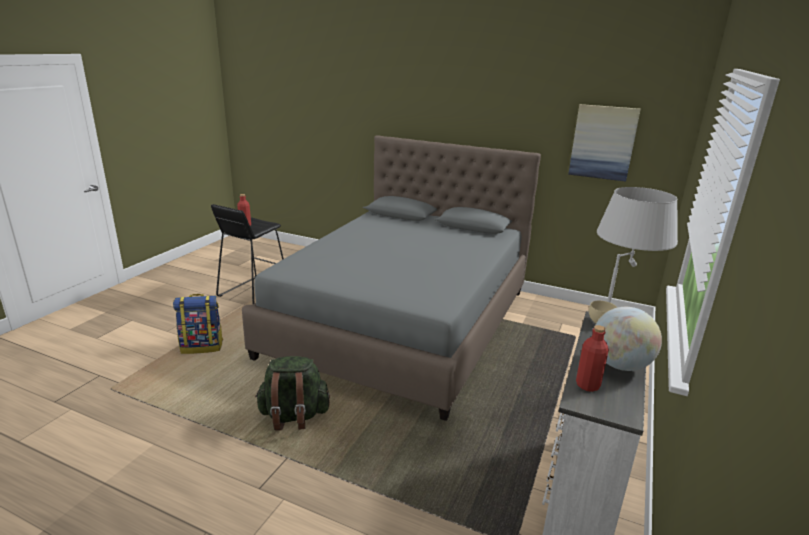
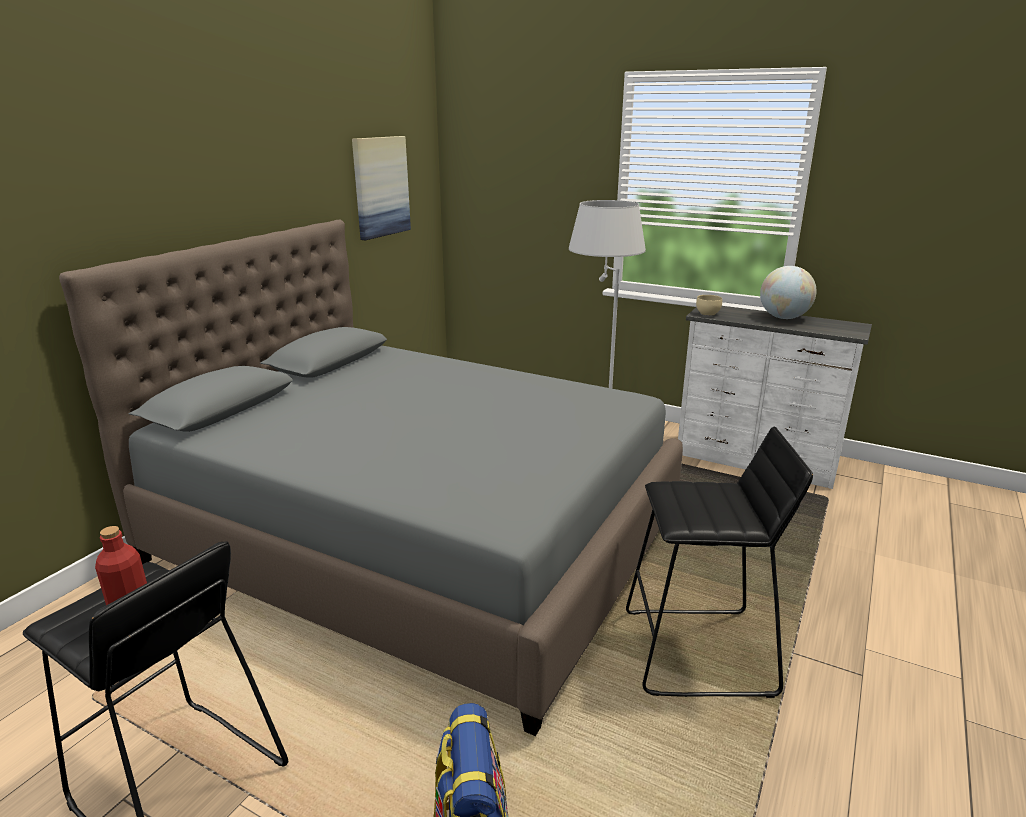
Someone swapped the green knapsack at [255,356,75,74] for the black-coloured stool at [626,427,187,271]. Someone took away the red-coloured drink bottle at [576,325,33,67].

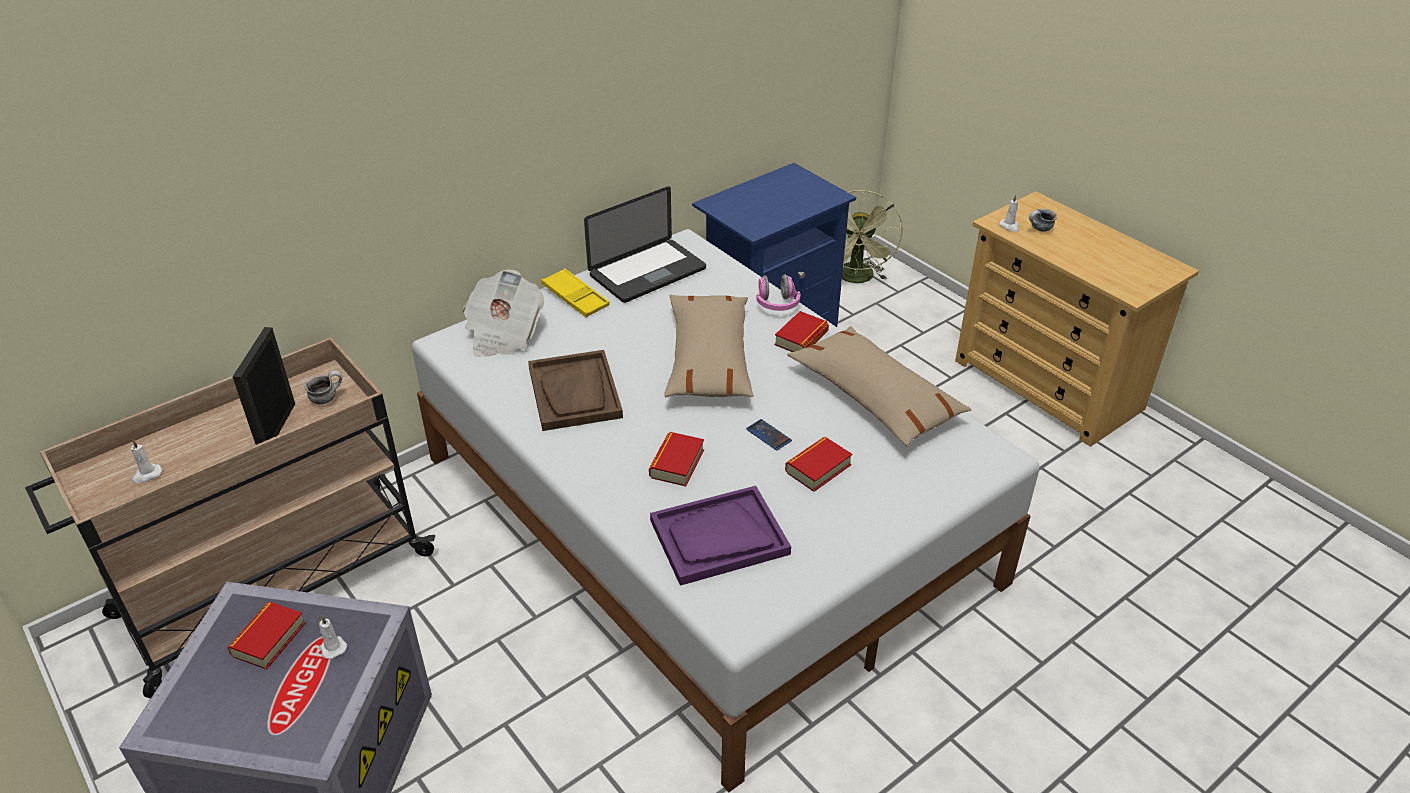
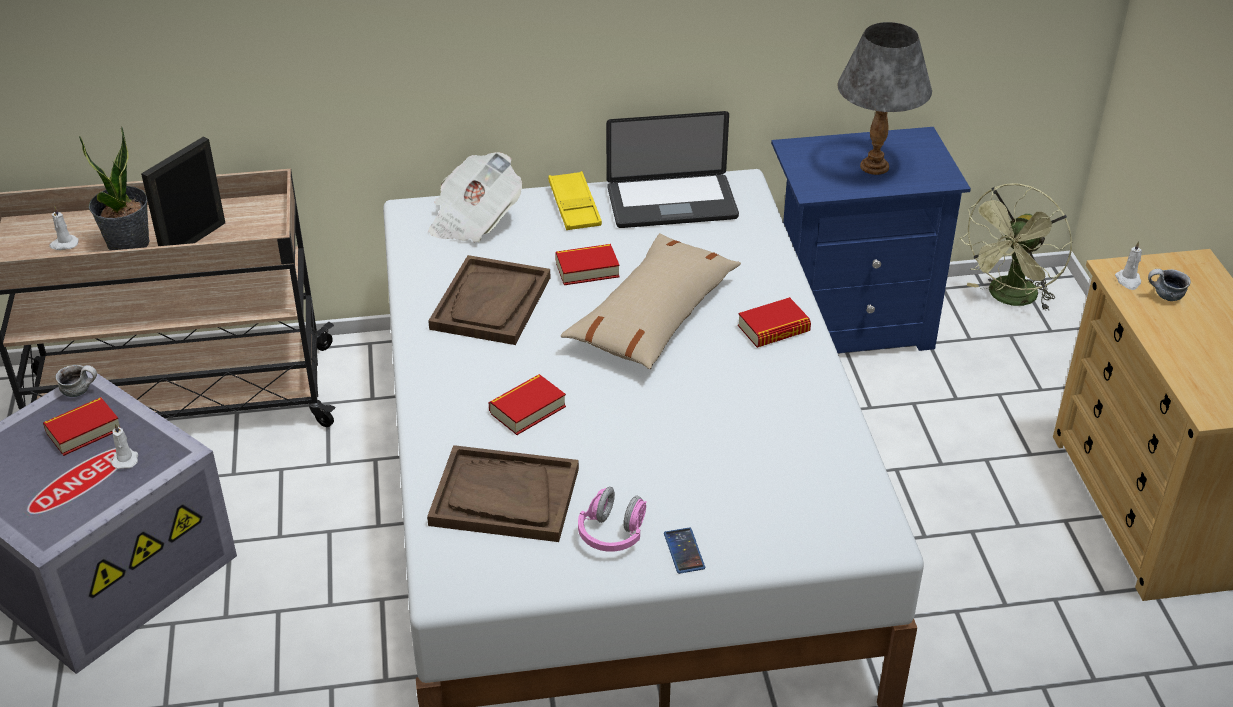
Someone carried the coffee mug from [304,371,38,33] to [56,365,41,32]. Someone repainted the purplish carrying tray at [650,486,141,100], which became the brown-coloured carrying tray at [427,445,152,97]. Someone carried the handset from [746,419,46,31] to [664,527,41,47]. Someone carried the pink-coloured headphones from [756,274,45,37] to [578,487,68,65]. Someone carried the bound book from [785,437,67,55] to [555,244,64,41]. Someone took away the beige-coloured pillow at [787,326,185,121]. Someone put down the potted plant at [79,126,71,125]. Someone put down the gray tabletop lamp at [837,22,95,153].

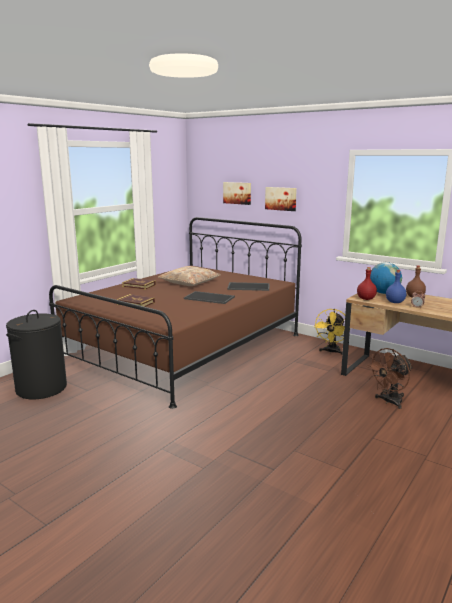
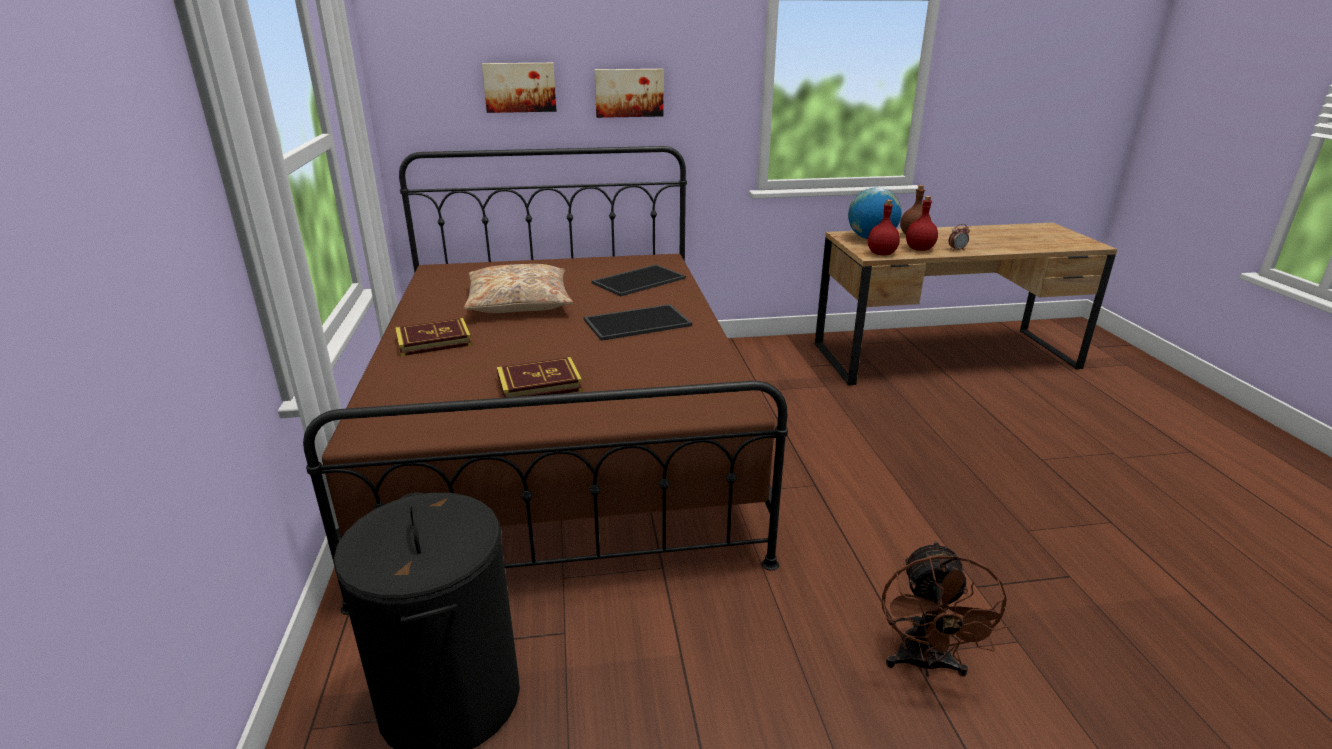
Someone took away the yellow fan at [314,309,31,46]. Someone carried the brown-coloured fan from [366,348,47,61] to [882,541,130,135]. Someone repainted the blue-coloured drink bottle at [386,270,20,33], which became the red-coloured drink bottle at [906,196,32,55].

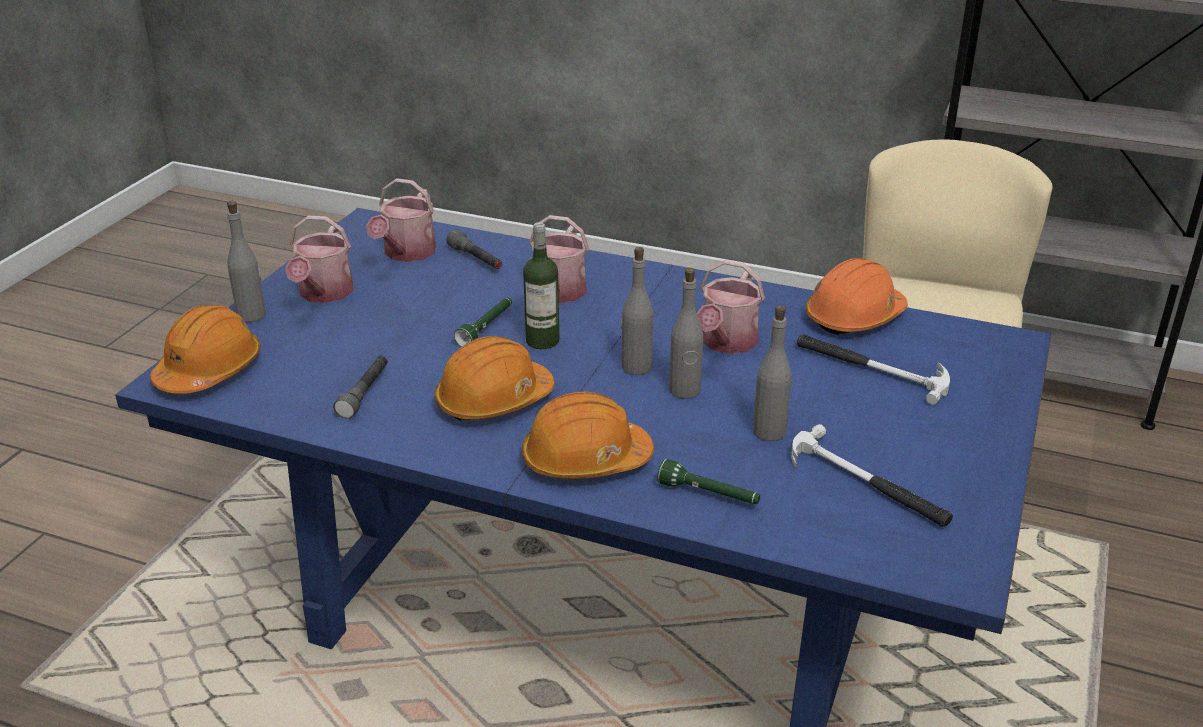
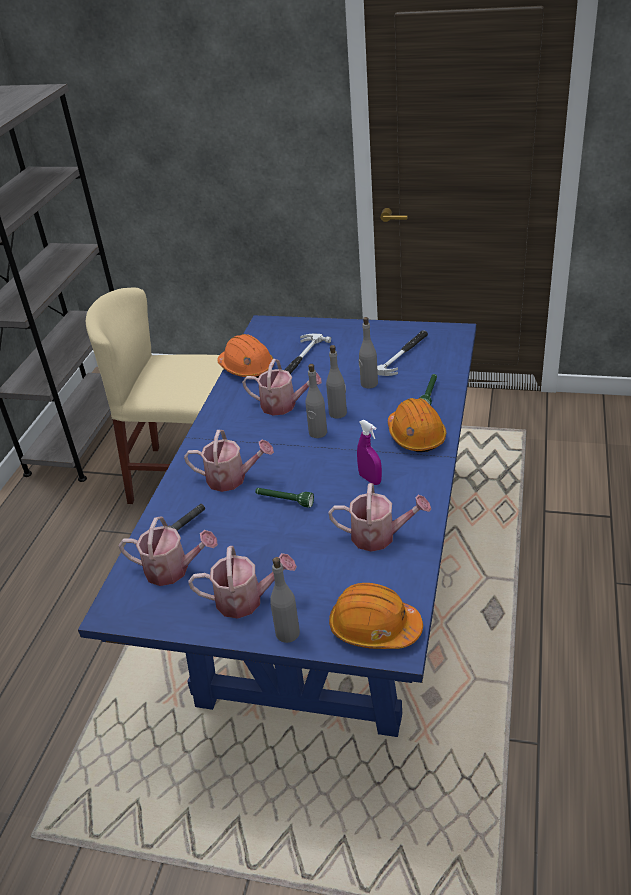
Someone swapped the gray torch at [333,356,55,63] for the sprinkling can at [329,483,102,69]. Someone swapped the orange hard hat at [434,336,121,85] for the purplish sprayer at [357,420,25,65]. Someone took away the drink bottle at [523,222,37,127].

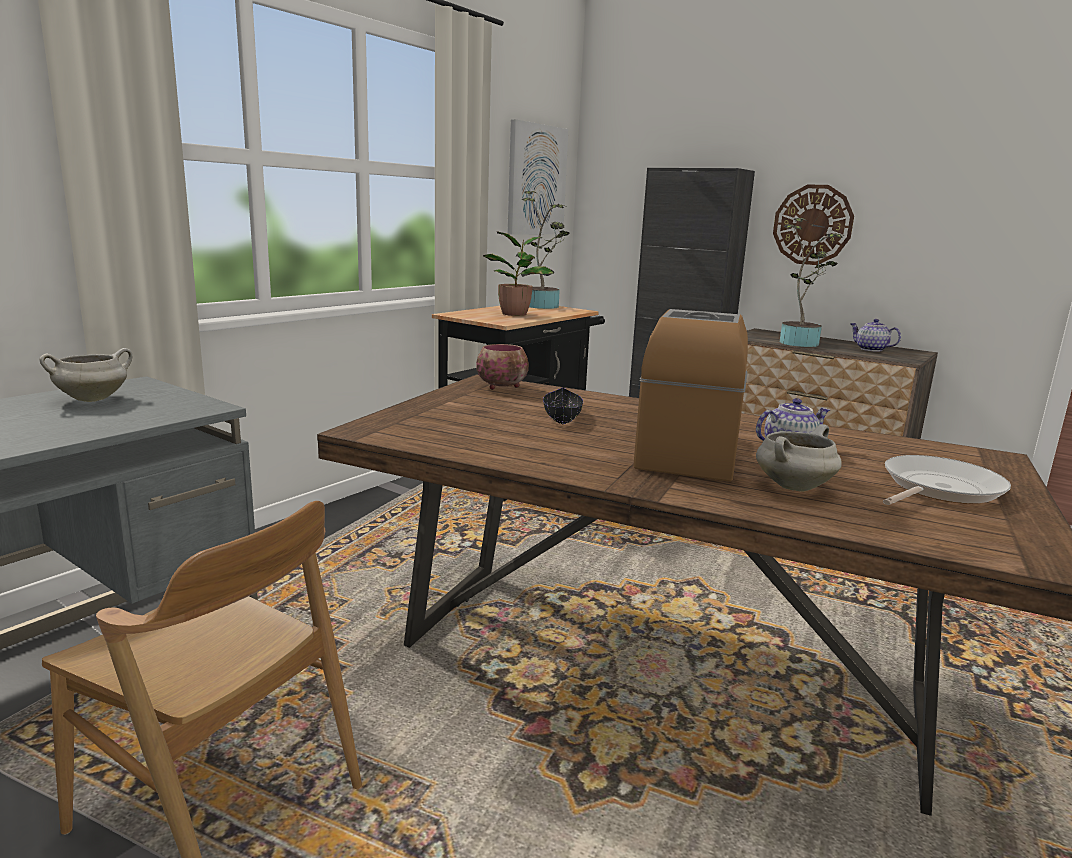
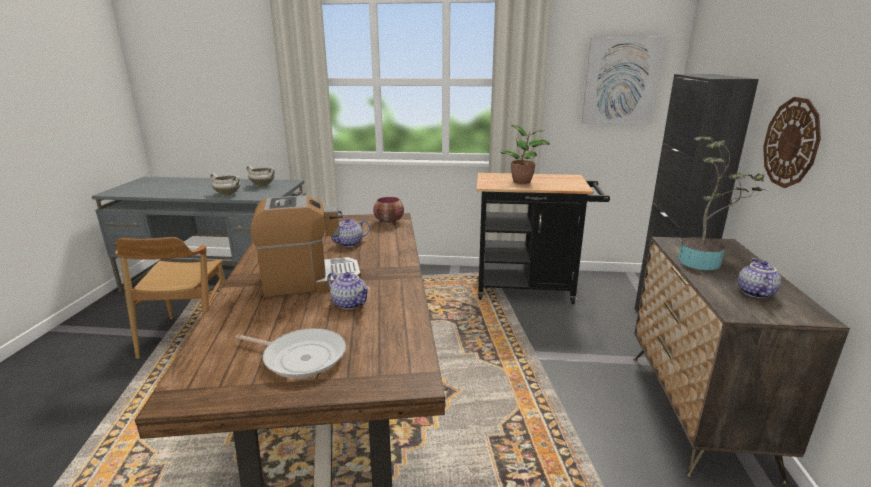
Someone took away the potted plant at [522,191,48,118]. Someone swapped the black-coloured bowl at [543,387,40,38] for the pot for tea at [331,218,39,29]. Someone carried the white cooking pot from [756,424,86,68] to [210,173,31,22].

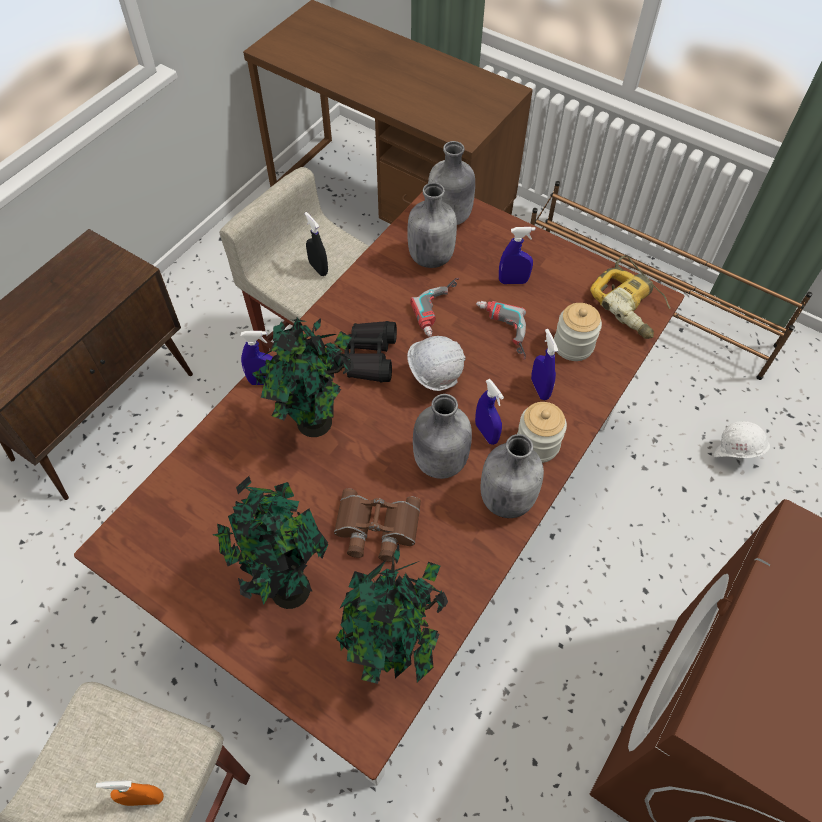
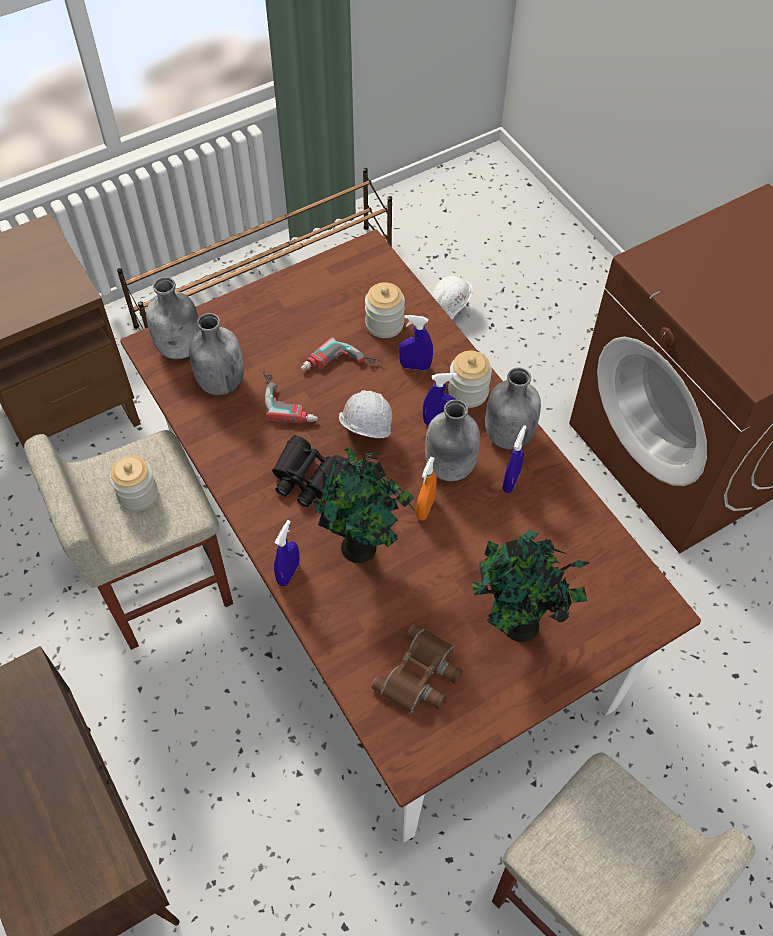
Someone carried the orange sprayer from [96,780,68,26] to [416,457,21,63]. Someone swapped the black-coloured sprayer at [305,212,23,64] for the preserve jar at [110,456,48,56]. Someone carried the brown-coloured binoculars from [334,488,87,74] to [371,624,92,90]. Someone took away the potted plant at [336,544,112,140]. Someone carried the blue-coloured sprayer from [499,227,36,57] to [503,425,24,68]. Someone took away the electric drill at [590,256,80,83].

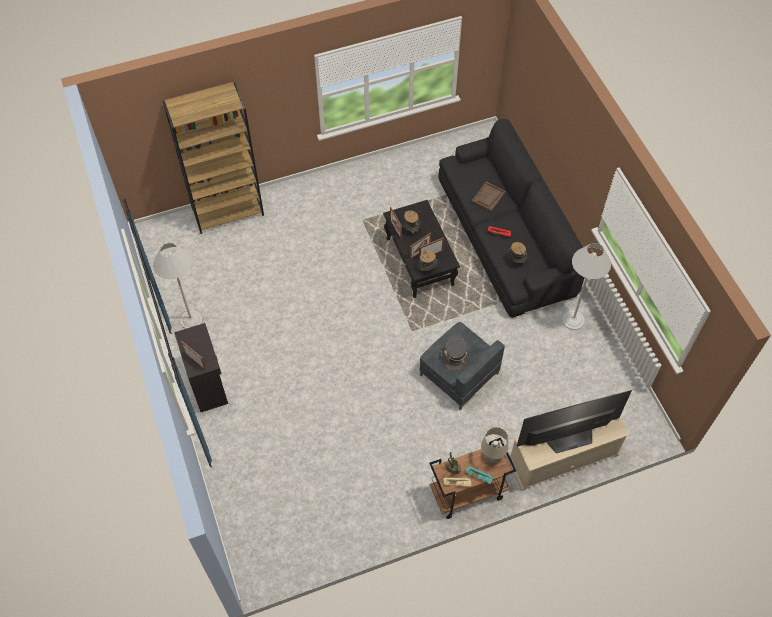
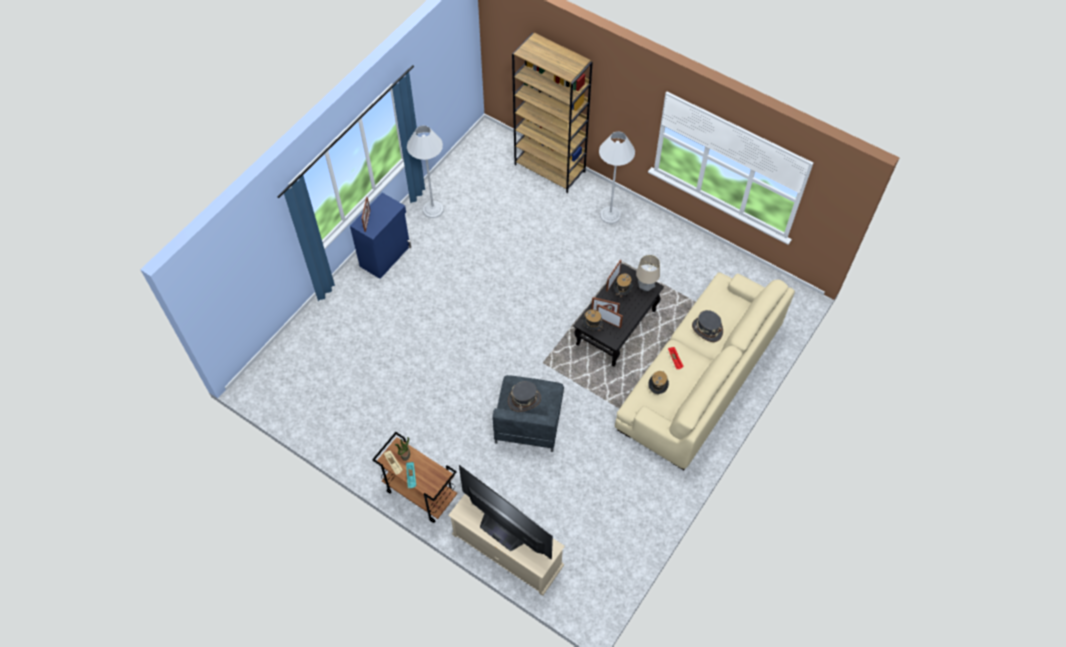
Someone repainted the black-coloured cupboard at [174,323,54,89], which became the blue-coloured cupboard at [350,193,61,86]. Someone repainted the black-coloured sofa at [438,119,147,199], which became the beige-coloured sofa at [615,272,180,198]. Someone swapped the brown-coloured carrying tray at [472,182,34,30] for the gray wearable hat at [692,310,31,32]. Someone carried the tabletop lamp from [481,427,27,37] to [636,255,24,36]. Someone carried the white floor lamp from [562,243,49,87] to [599,131,36,93].

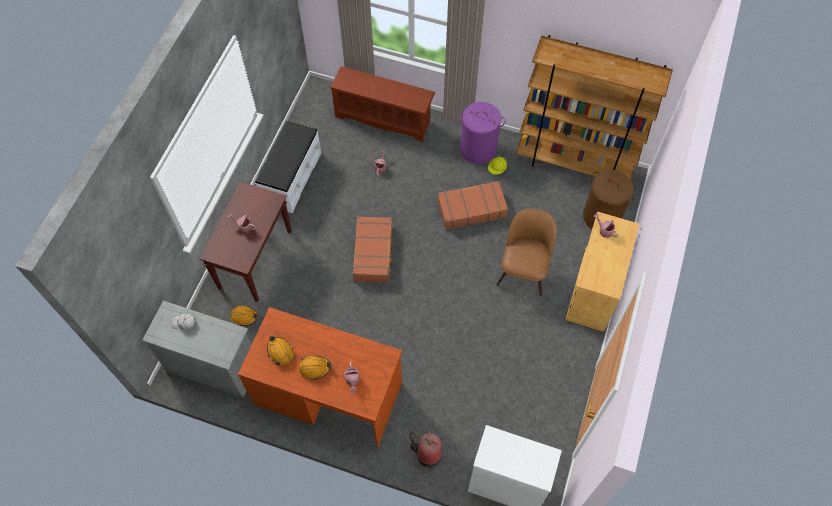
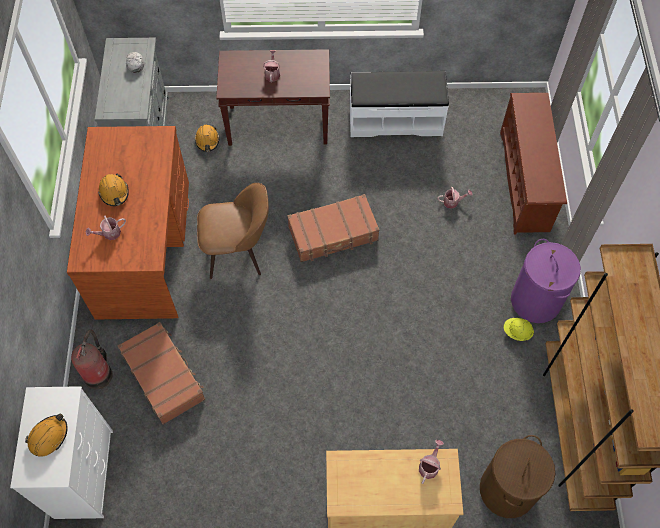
Someone carried the orange hard hat from [267,335,27,31] to [25,413,43,44]. Someone carried the brown-coloured suitcase from [437,181,71,49] to [118,322,87,103]. Someone carried the brown-coloured chair from [496,208,61,89] to [197,183,72,96].

